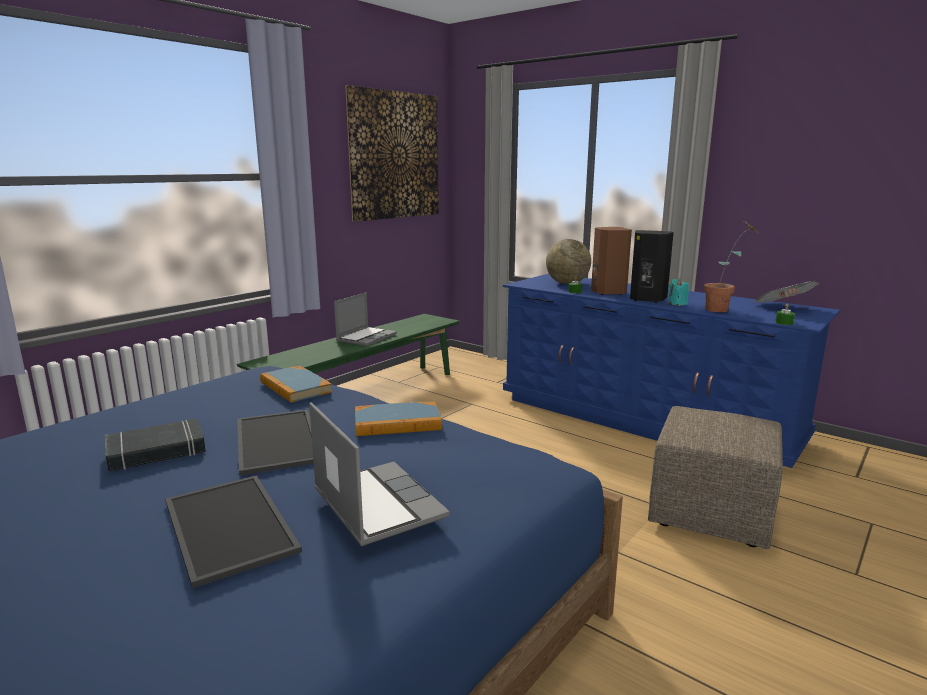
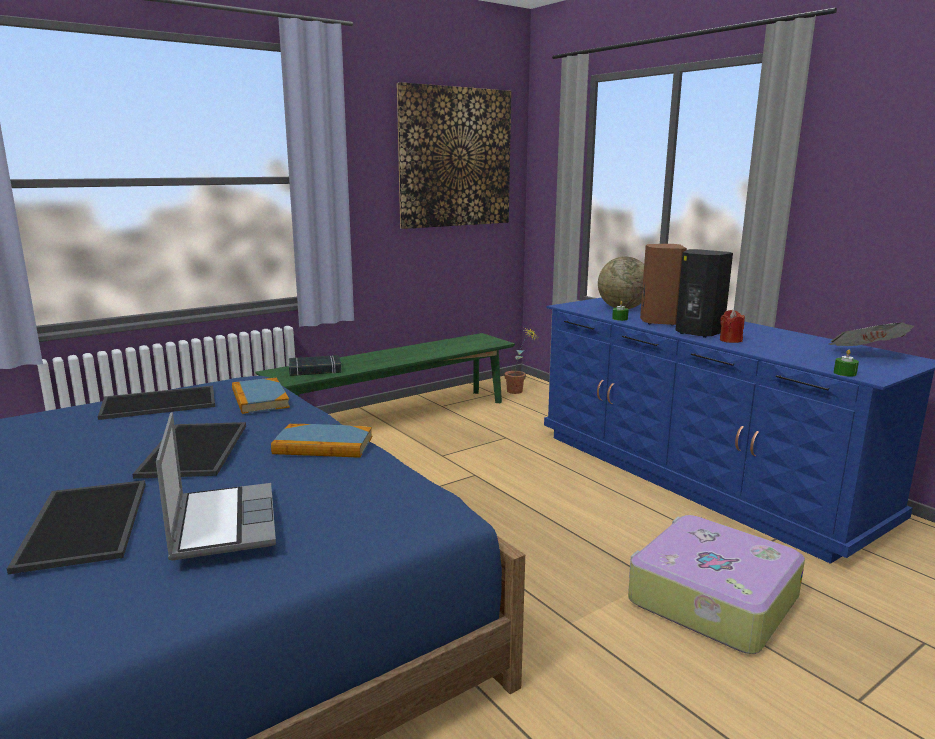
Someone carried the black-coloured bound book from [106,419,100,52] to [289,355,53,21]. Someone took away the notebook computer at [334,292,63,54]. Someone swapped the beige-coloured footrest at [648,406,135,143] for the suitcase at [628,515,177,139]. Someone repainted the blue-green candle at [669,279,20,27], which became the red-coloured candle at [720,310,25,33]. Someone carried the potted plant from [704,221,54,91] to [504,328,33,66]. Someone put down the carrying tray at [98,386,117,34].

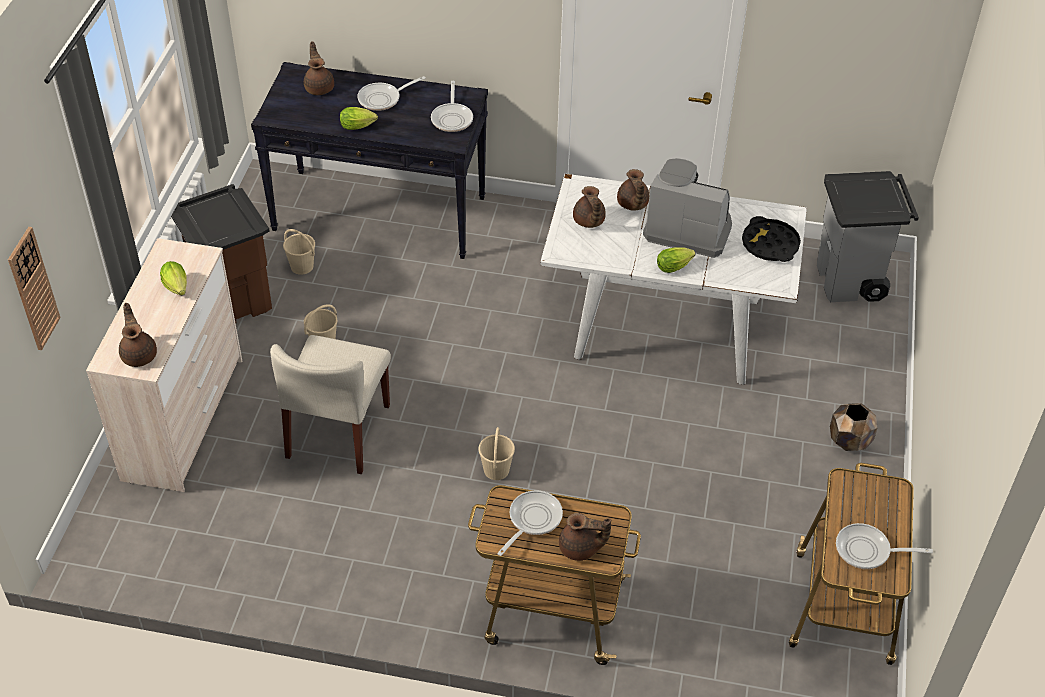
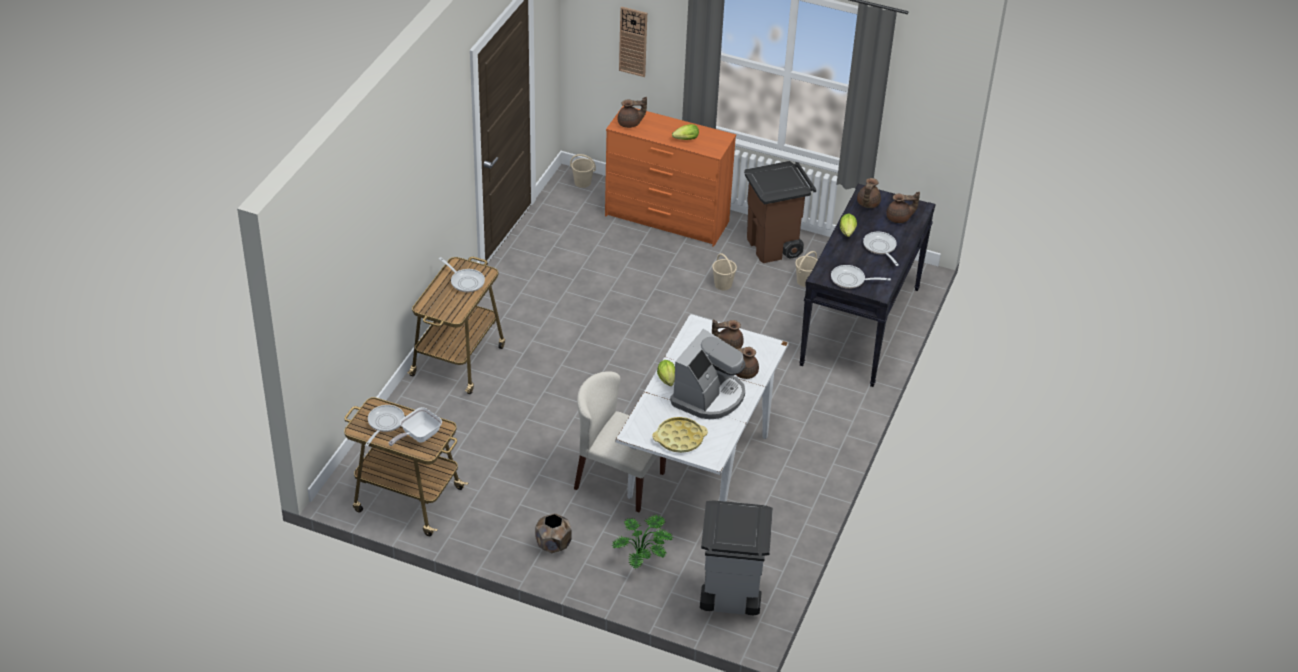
Someone repainted the beige-coloured chest of drawers at [86,238,156,254], which became the orange chest of drawers at [605,106,131,141]. Someone carried the beige-coloured chair from [270,335,121,139] to [574,371,92,141]. Someone carried the beige-coloured pail from [478,427,37,53] to [570,154,26,34]. Someone carried the brown-coloured pot for tea from [559,513,52,48] to [857,178,24,30]. Someone repainted the black-coloured carrying tray at [742,216,59,46], which became the yellow carrying tray at [652,417,56,36]. Someone put down the skillet at [389,407,53,39]. Someone put down the potted plant at [611,514,62,56].

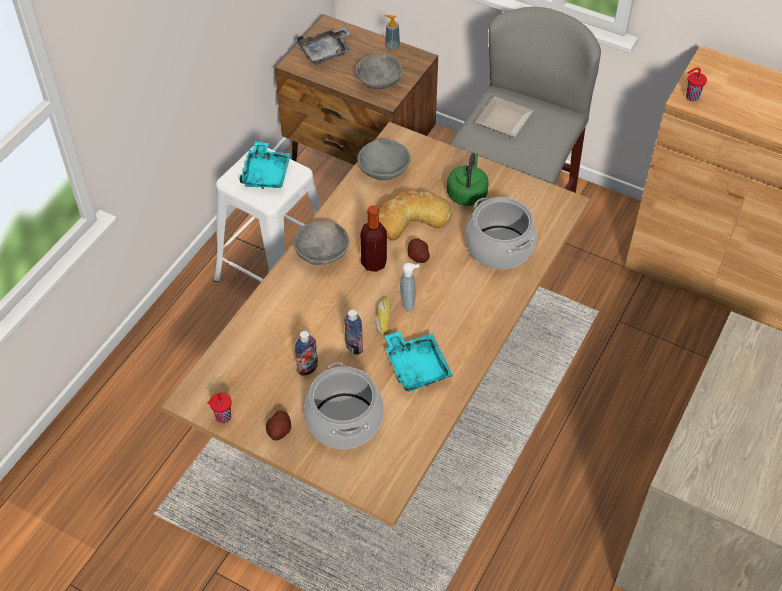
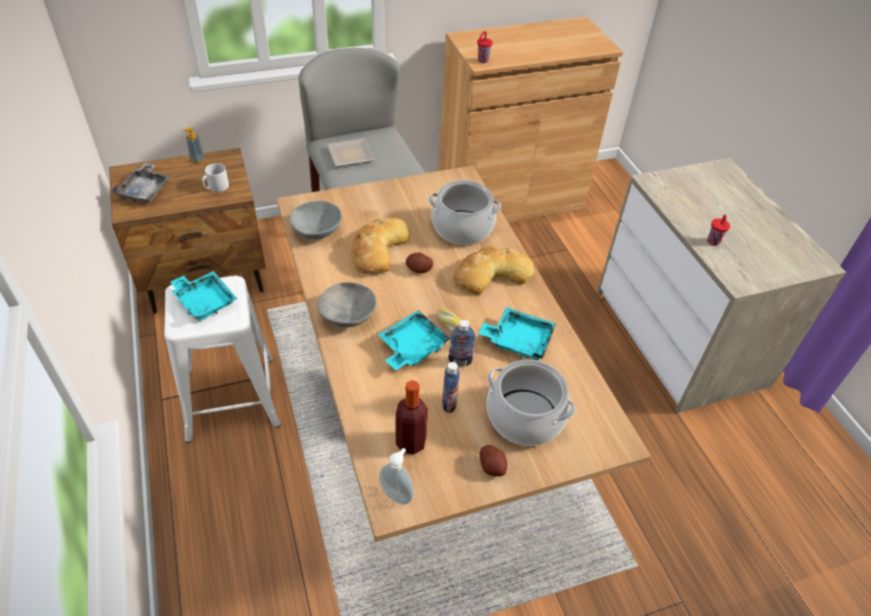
Someone carried the red-coloured drinking cup from [208,393,24,30] to [707,215,23,31]. Someone swapped the gray bowl at [355,54,47,35] for the gray coffee mug at [202,163,27,29]. Someone carried the drink bottle from [360,205,27,67] to [396,380,32,75]. Someone carried the soap bottle from [400,262,19,50] to [379,448,35,57]. Someone took away the green water kettle at [447,153,41,53]. Someone put down the blue-green carrying tray at [377,310,73,60]. Someone put down the baked bread at [454,246,81,49].

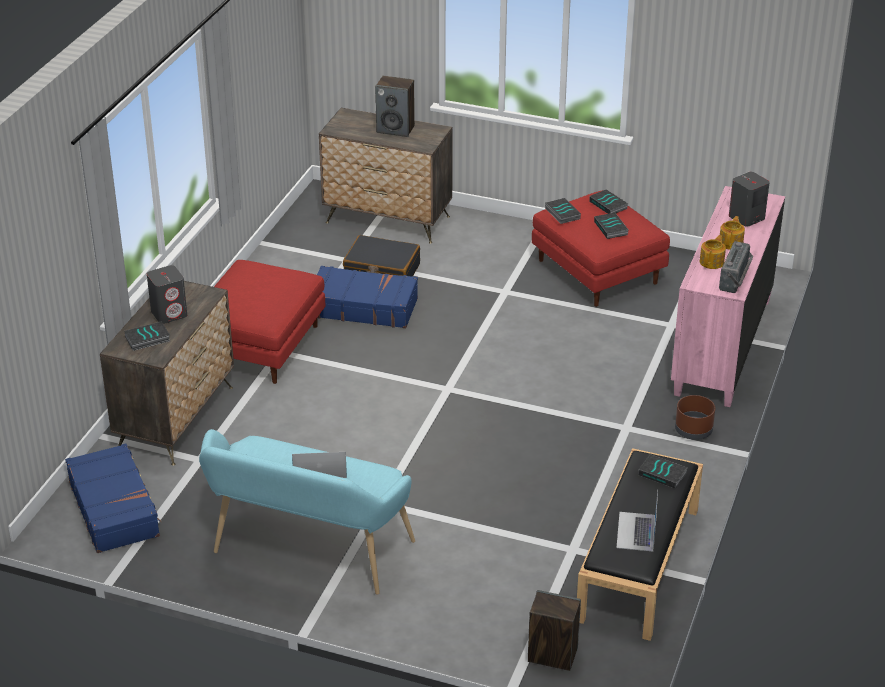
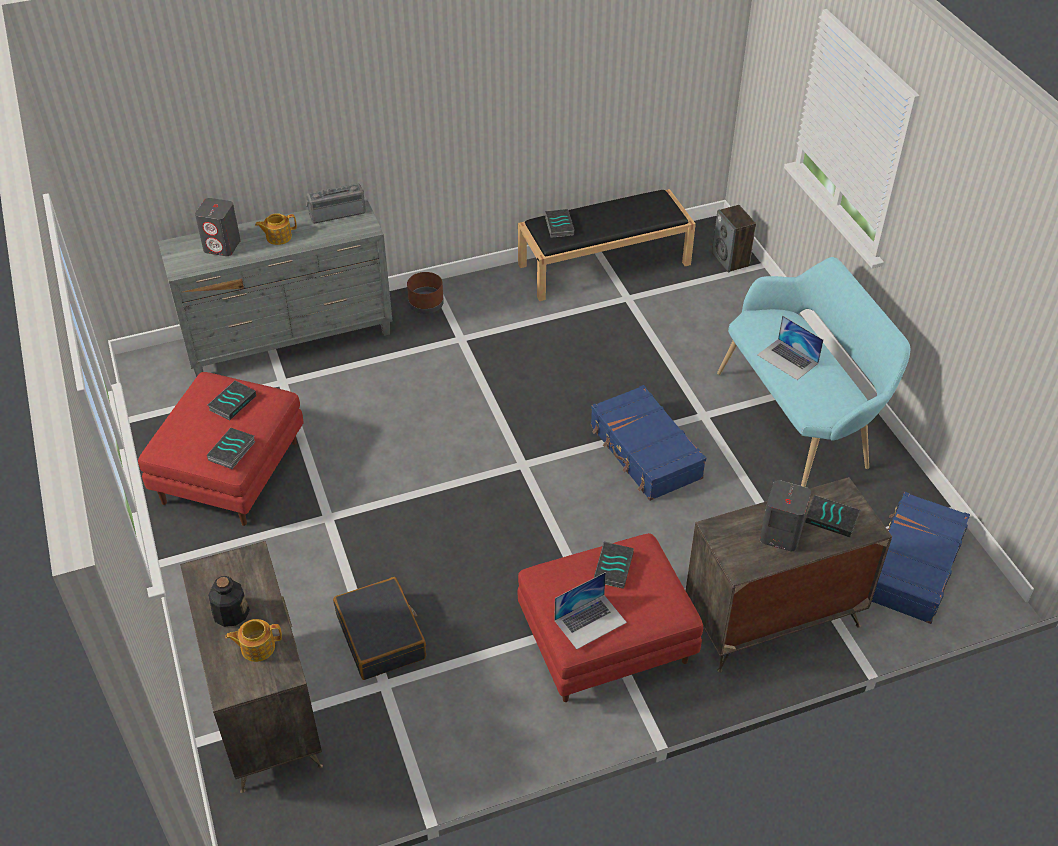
Someone carried the blue-coloured suitcase from [317,266,101,62] to [590,385,116,116]. Someone swapped the speaker at [375,76,40,61] for the drink bottle at [208,576,42,51]. Someone carried the bound book from [589,189,39,25] to [594,542,40,47]. Someone carried the notebook computer from [616,490,42,61] to [554,572,73,77]. Someone repainted the pink-coloured chest of drawers at [671,186,114,221], which became the gray chest of drawers at [158,197,234,180]. Someone carried the pot for tea from [700,235,26,34] to [225,619,57,43].

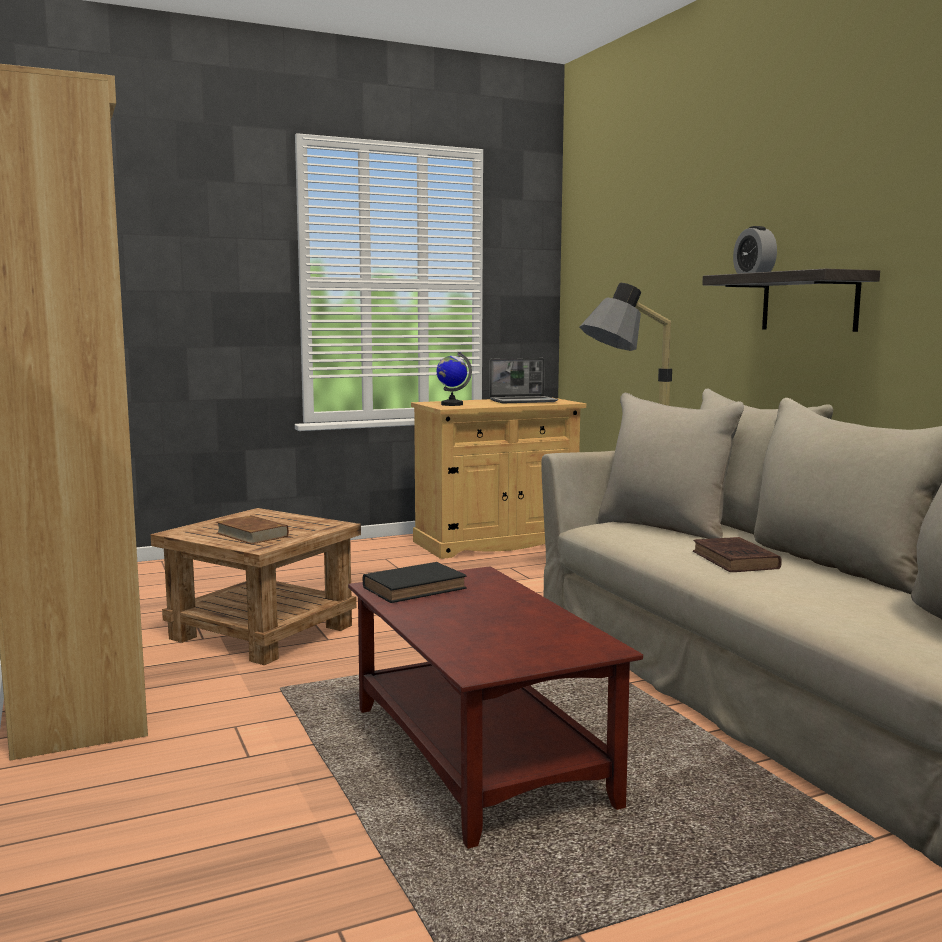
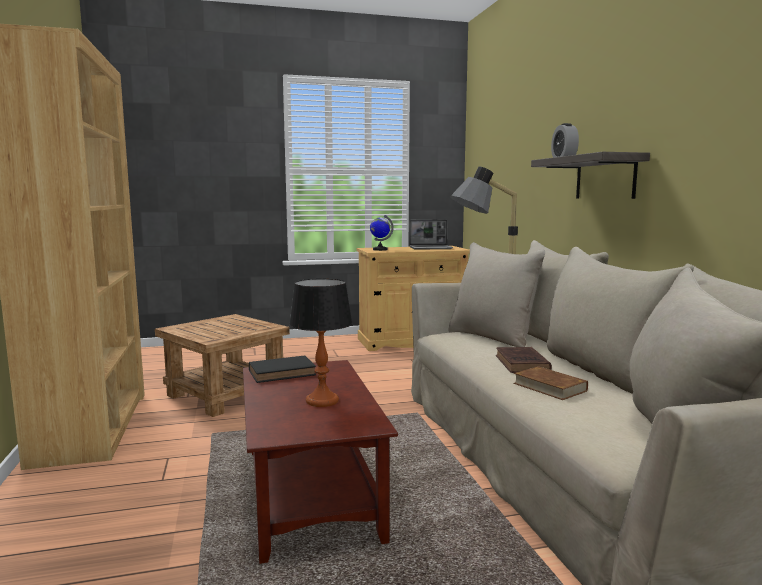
Someone carried the brown-coloured bound book from [216,515,73,29] to [513,366,75,34]. Someone put down the tabletop lamp at [289,279,63,128].

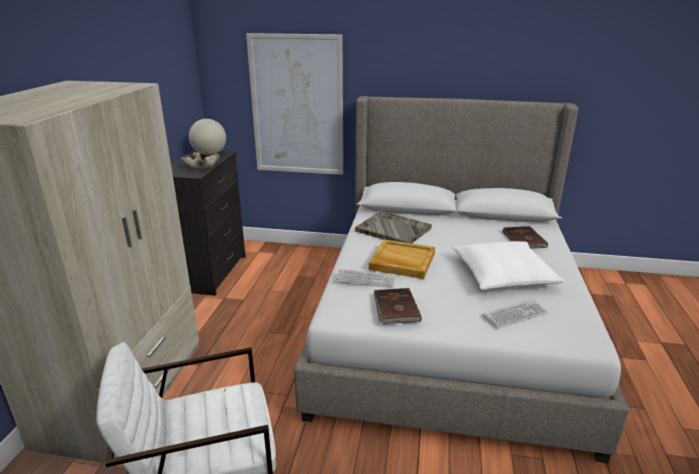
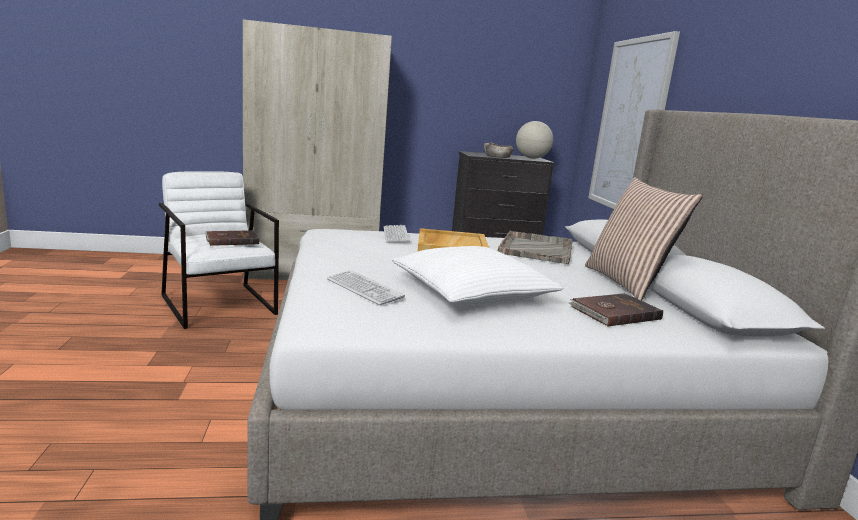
Someone carried the brown-coloured bound book from [374,288,48,36] to [205,230,54,16]. Someone put down the pillow at [585,177,118,124].

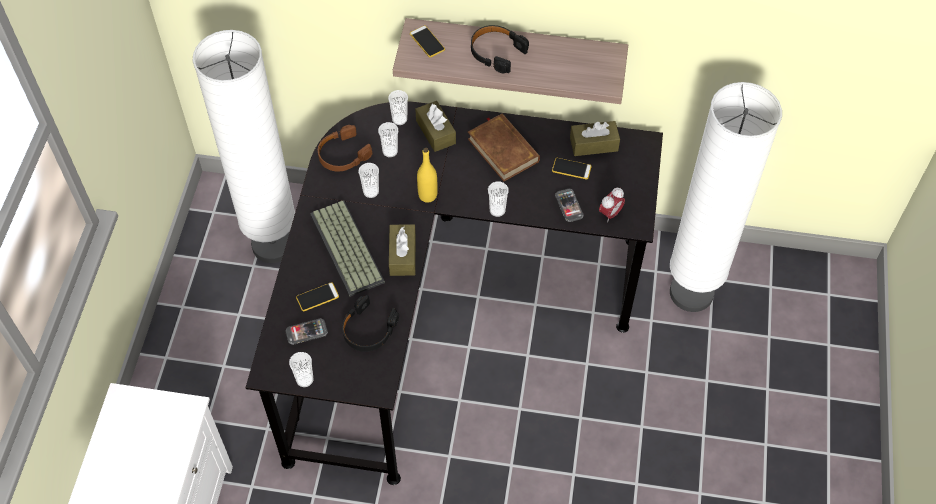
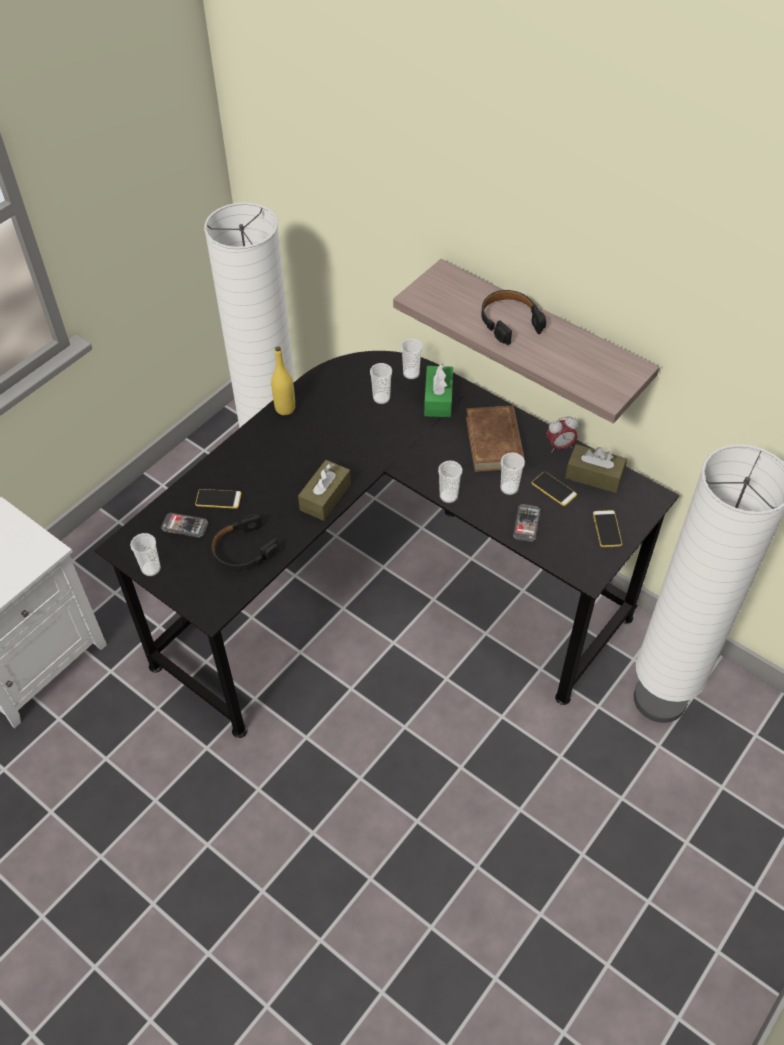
Someone took away the PC keyboard at [310,201,75,96]. Someone took away the brown-coloured headphones at [318,125,54,47]. Someone carried the drinking cup from [358,163,21,35] to [500,452,25,43]. Someone carried the handset from [410,26,35,31] to [593,510,29,37]. Someone repainted the brown-coloured box of tissues at [415,101,41,51], which became the green box of tissues at [424,364,29,53]. Someone carried the yellow drink bottle from [417,148,21,55] to [271,346,24,69]. Someone carried the alarm clock from [599,188,26,34] to [546,416,32,36].

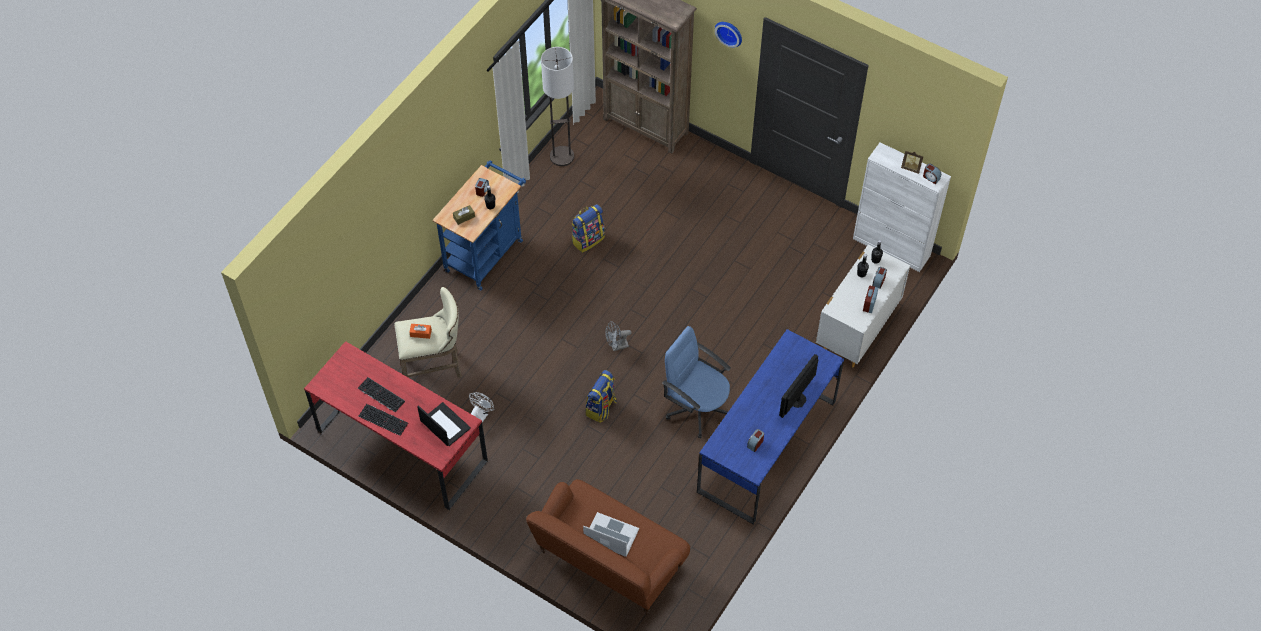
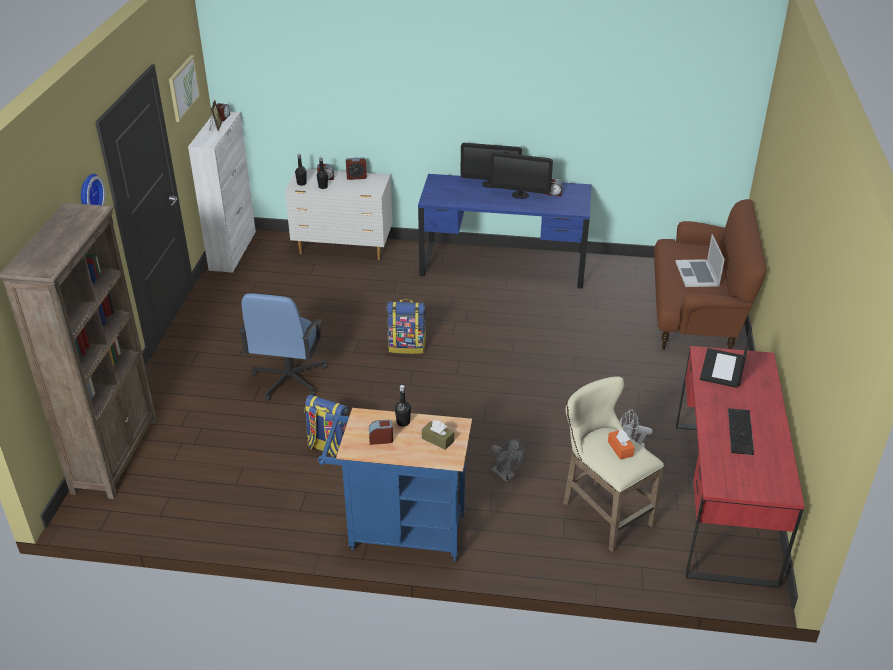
Someone took away the PC keyboard at [358,404,50,32]. Someone took away the floor lamp at [541,47,33,119]. Someone carried the knapsack from [585,370,32,53] to [387,299,39,55]. Someone carried the gray fan from [605,321,26,30] to [491,439,33,43]. Someone carried the blue-coloured computer chair from [663,326,68,112] to [239,293,88,108]. Someone put up the wall picture at [169,55,31,67]. Someone put down the computer display at [490,152,63,47].

